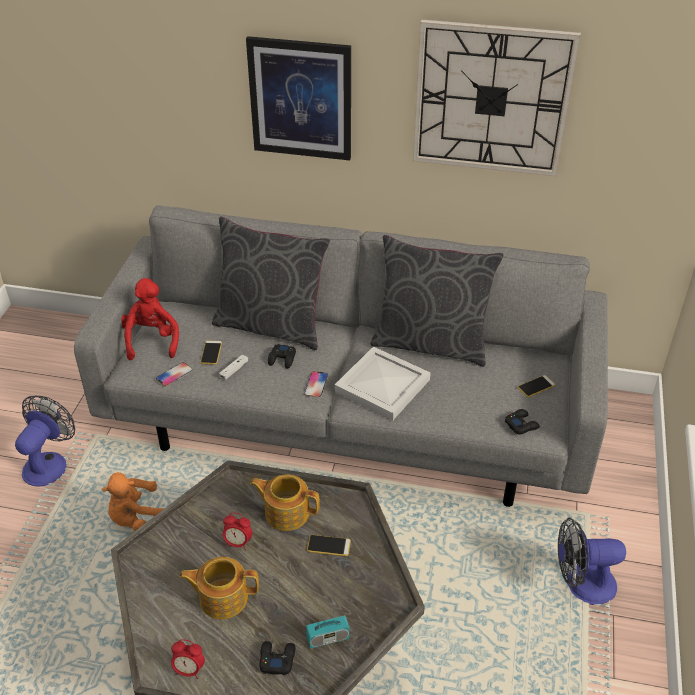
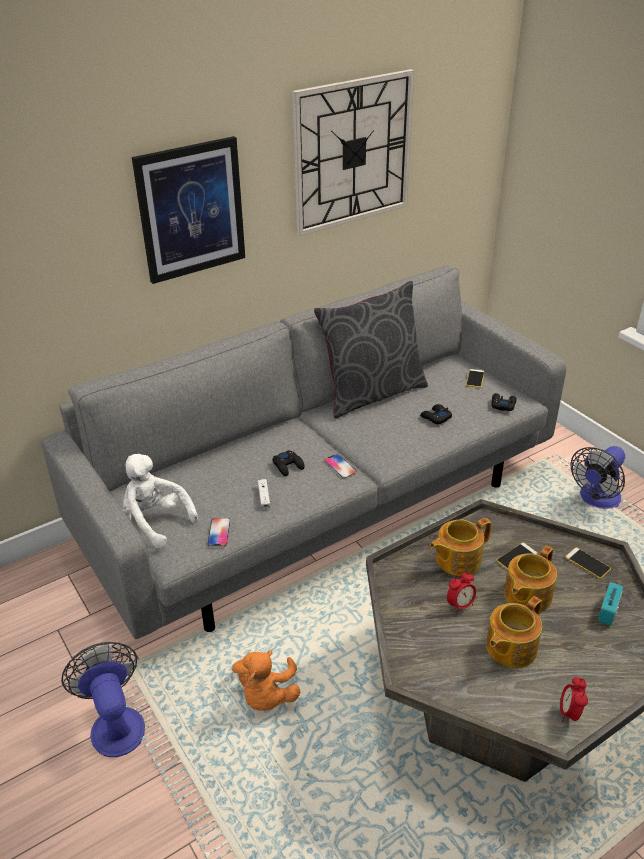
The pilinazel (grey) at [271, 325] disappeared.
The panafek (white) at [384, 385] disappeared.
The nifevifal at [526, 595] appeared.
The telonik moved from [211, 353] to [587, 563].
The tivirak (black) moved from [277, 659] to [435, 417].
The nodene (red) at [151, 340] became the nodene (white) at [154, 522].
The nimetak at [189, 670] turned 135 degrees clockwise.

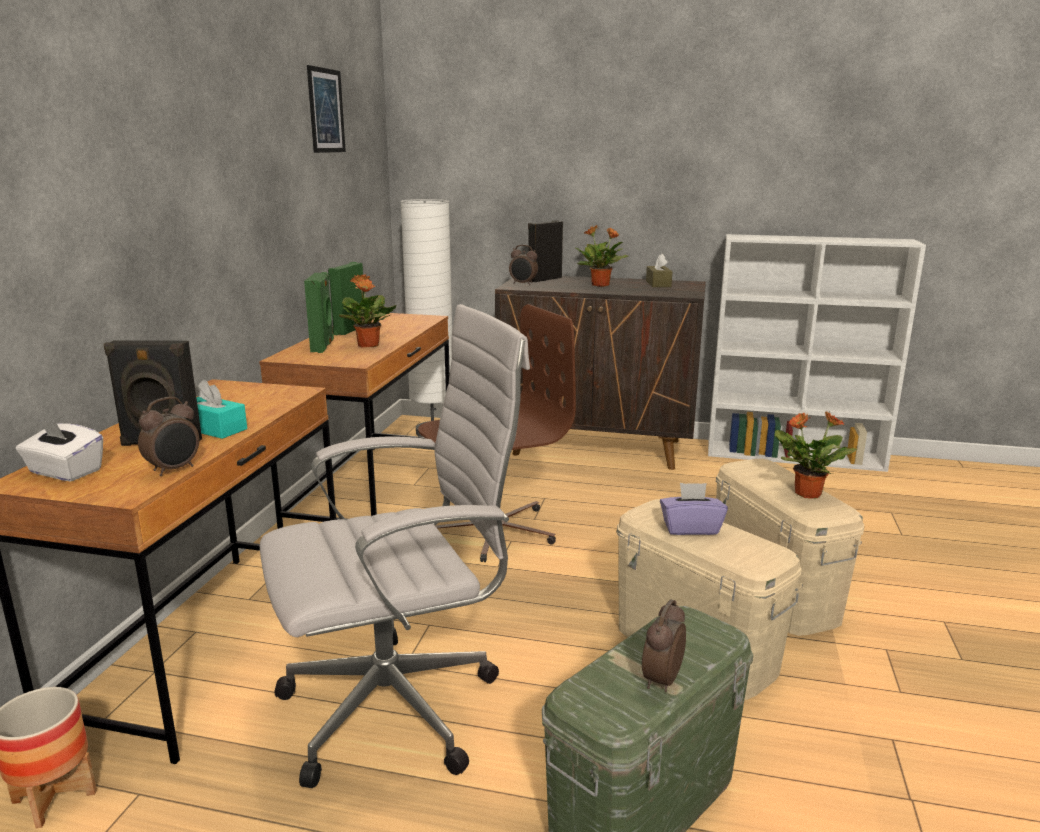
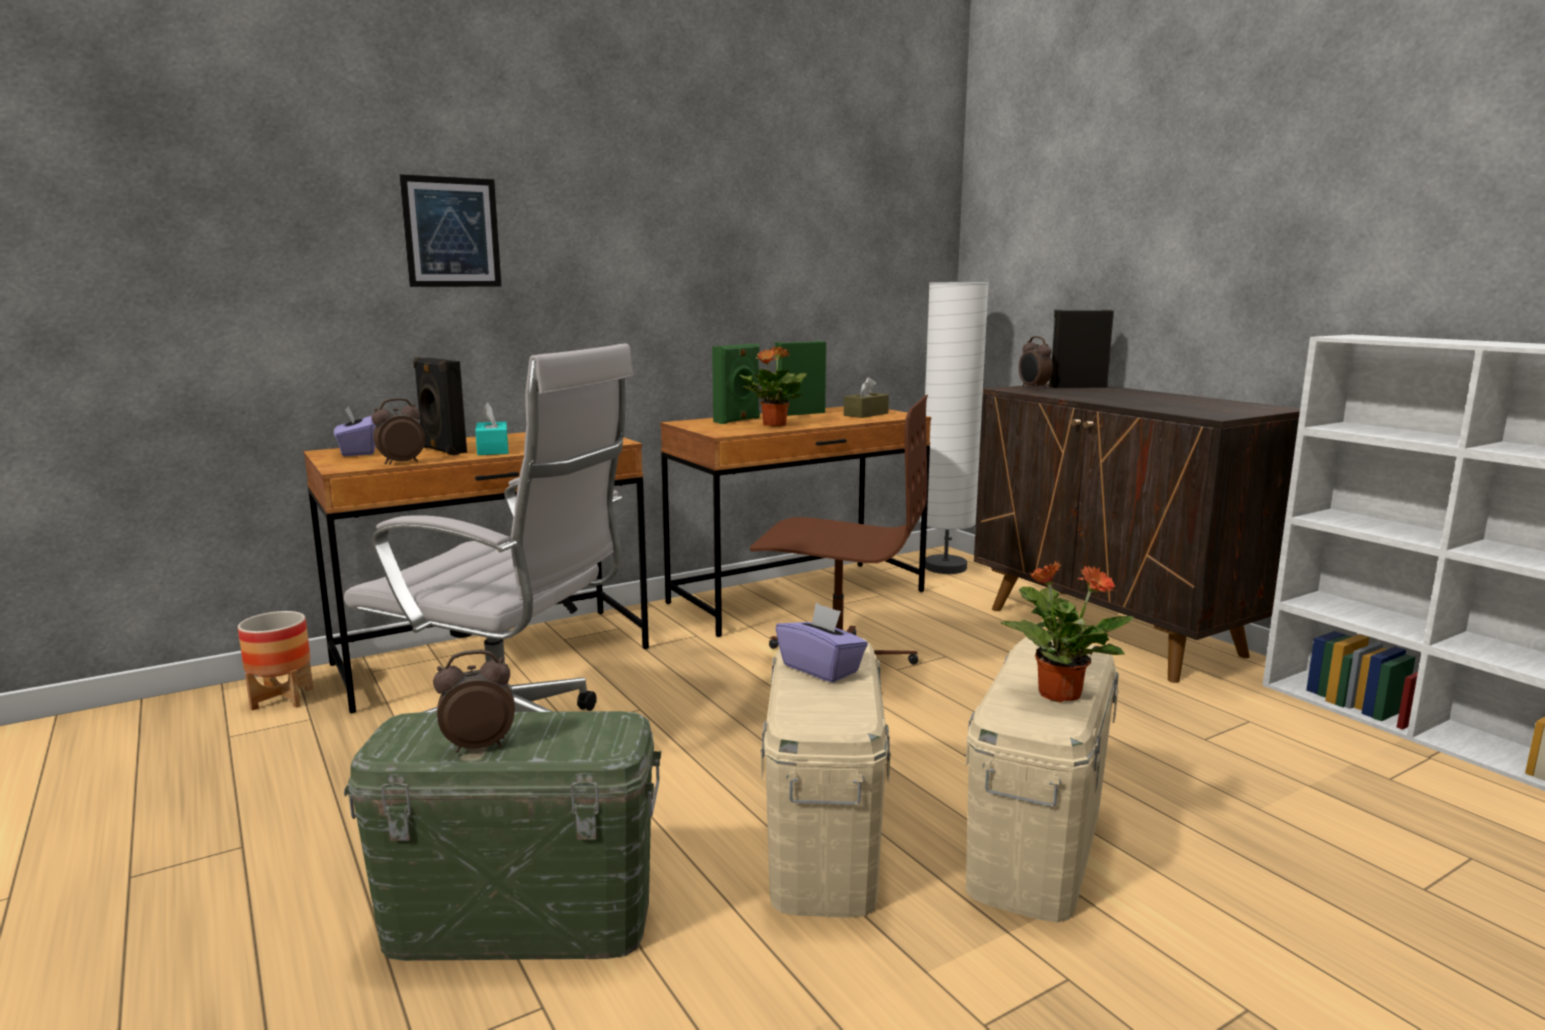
The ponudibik at [601, 285] disappeared.
The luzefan moved from [326, 110] to [452, 232].
The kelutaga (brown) moved from [658, 284] to [866, 414].
The kelutaga (white) at [65, 472] became the kelutaga (purple) at [358, 452].
The nimetak at [174, 469] turned 150 degrees clockwise.

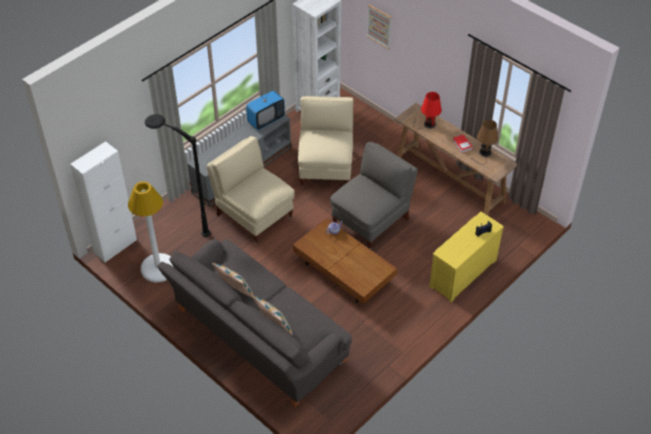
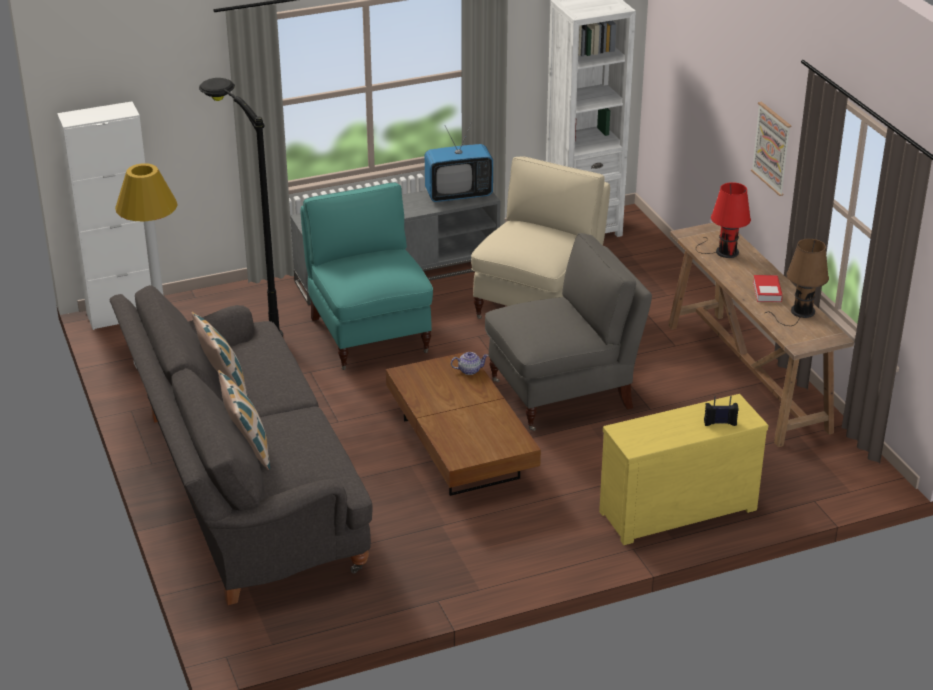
The luzefan moved from [379, 26] to [772, 148].
The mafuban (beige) at [253, 216] became the mafuban (turquoise) at [369, 334].

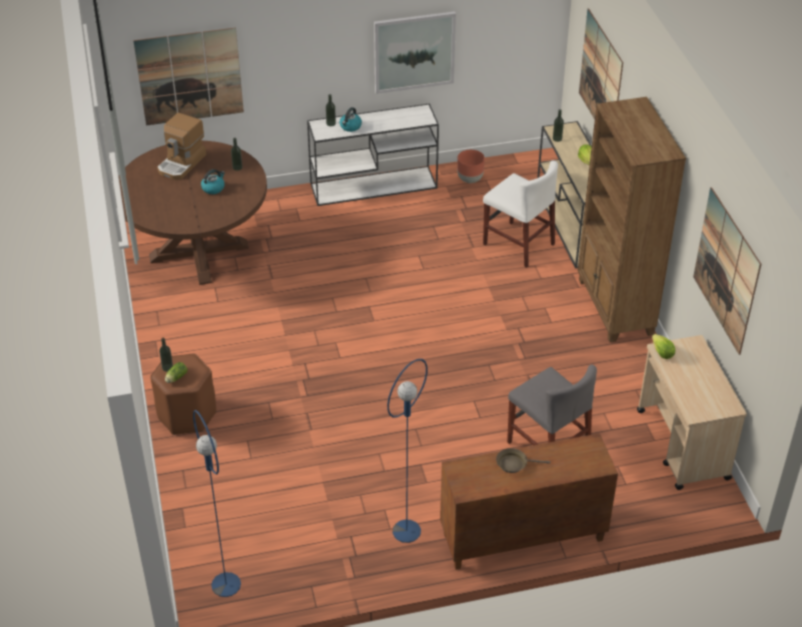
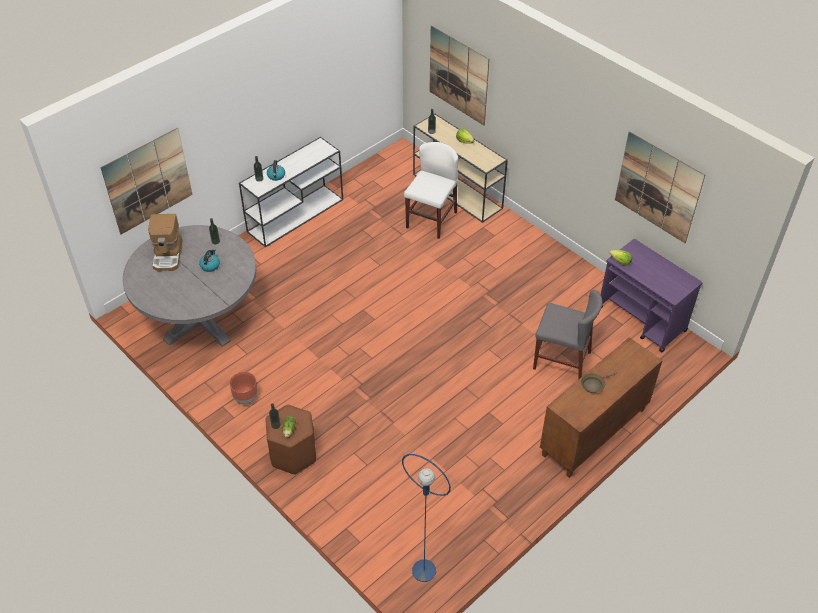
The luzefan at [414, 52] disappeared.
The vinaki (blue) at [406, 531] disappeared.
The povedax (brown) at [615, 307] disappeared.
The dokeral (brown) moved from [469, 179] to [245, 398].
The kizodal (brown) at [199, 251] became the kizodal (grey) at [201, 320].
The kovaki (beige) at [683, 445] became the kovaki (purple) at [642, 320].
The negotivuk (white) at [518, 244] turned 75 degrees counterclockwise.

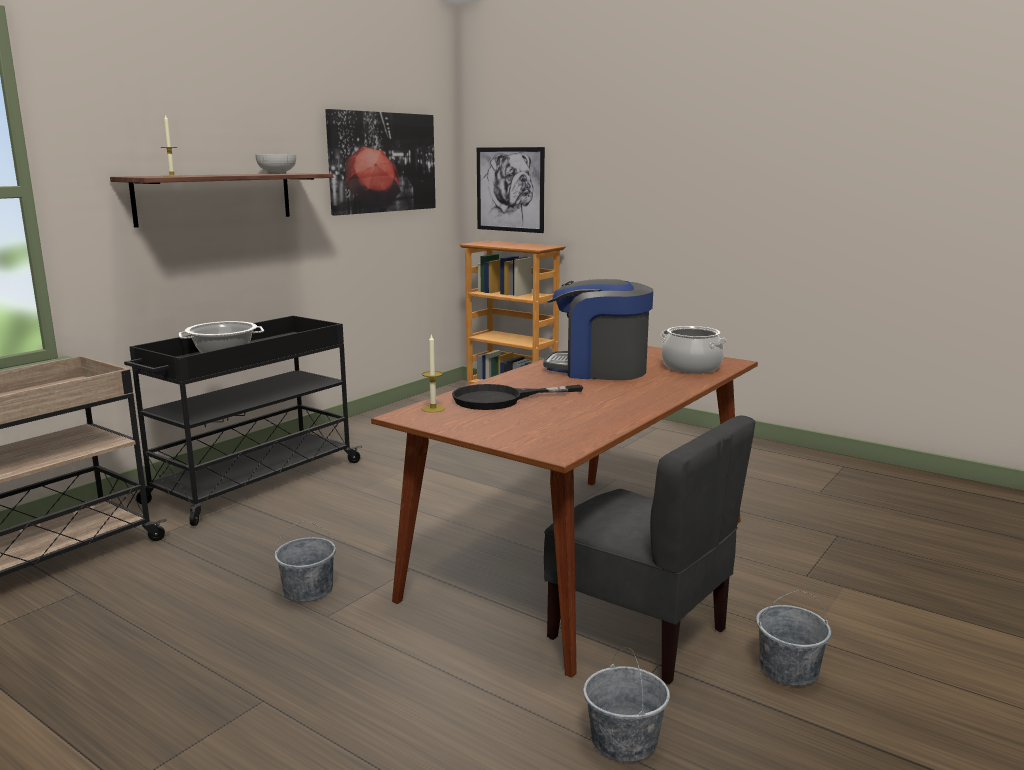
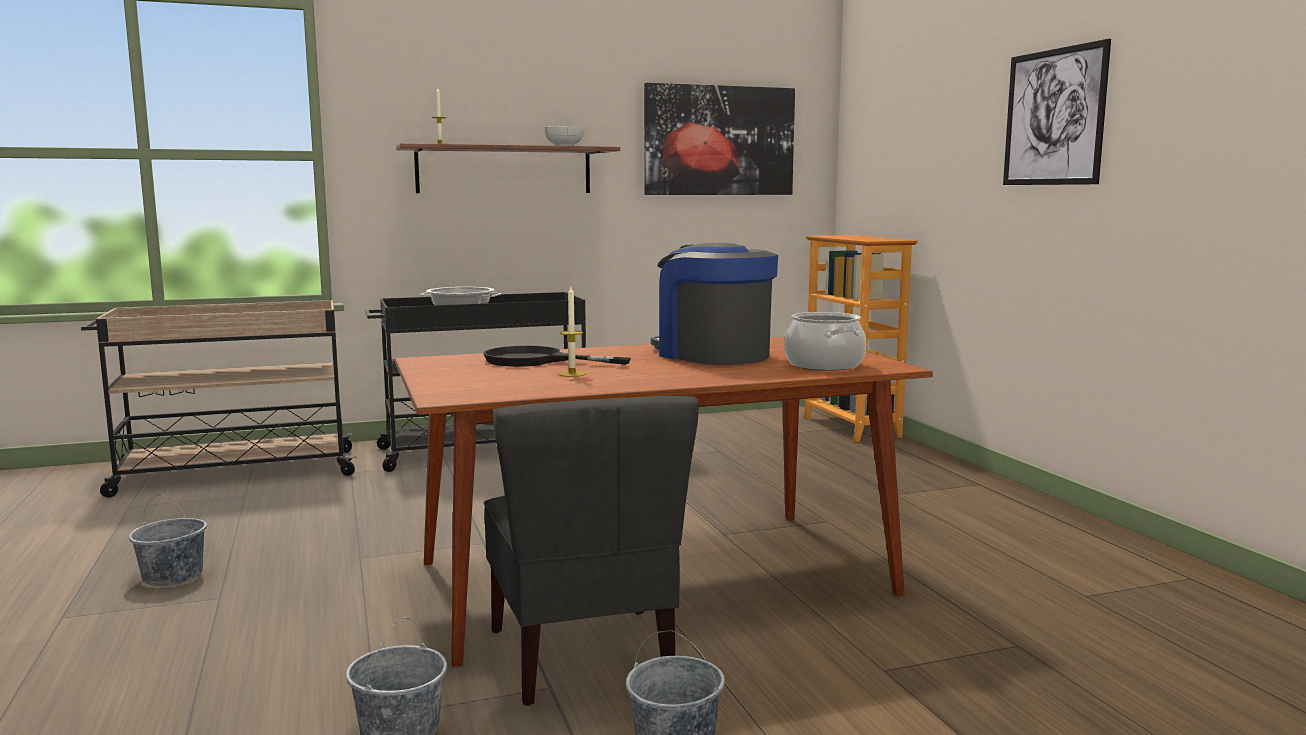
The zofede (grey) moved from [308, 590] to [173, 576].
The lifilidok moved from [433, 408] to [572, 374].
The luzefan moved from [510, 189] to [1054, 117].

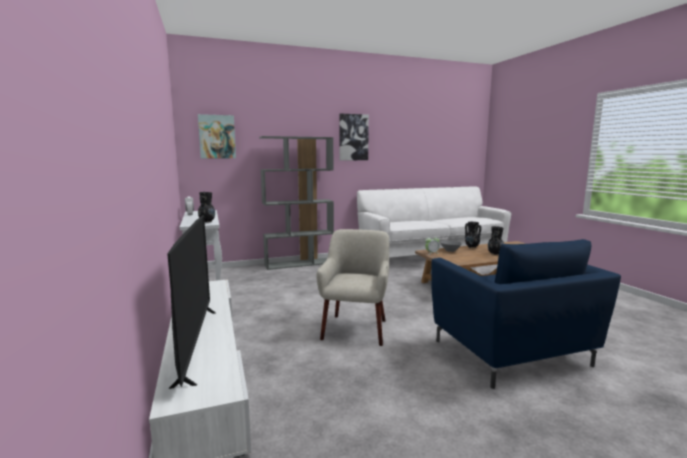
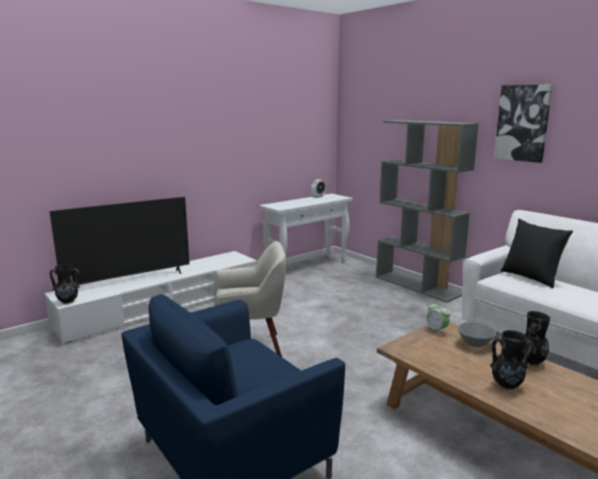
The luzefan at [217, 137] disappeared.
The pilinazel (black) at [531, 277] appeared.
The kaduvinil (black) moved from [207, 222] to [68, 301].

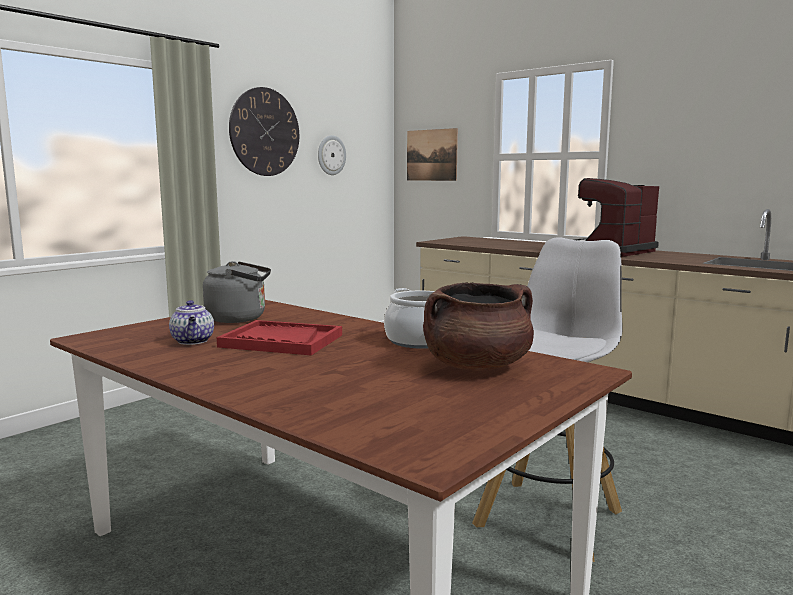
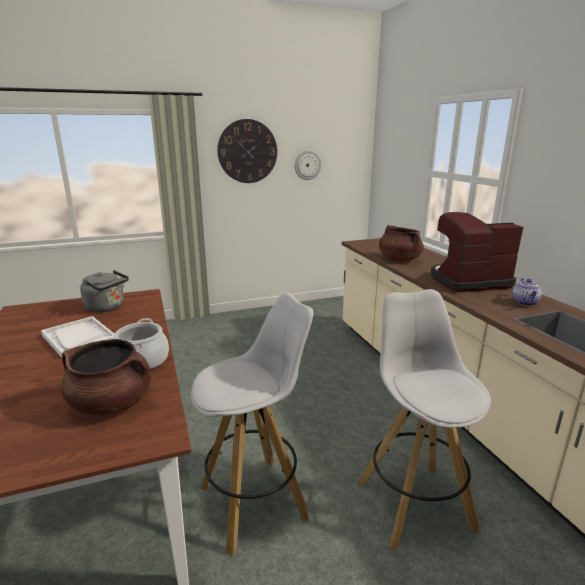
The luzefan at [431, 155] disappeared.
The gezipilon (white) at [413, 502] appeared.
The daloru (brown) at [399, 259] appeared.
The nifevifal moved from [193, 341] to [525, 303].
The panafek (red) at [281, 341] became the panafek (white) at [79, 338].

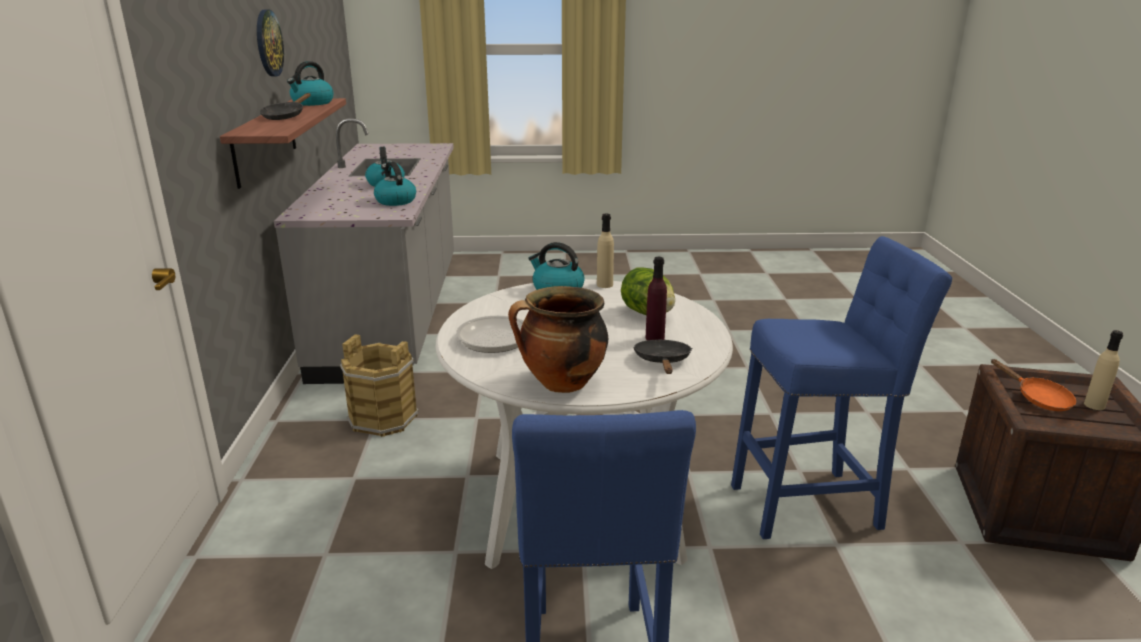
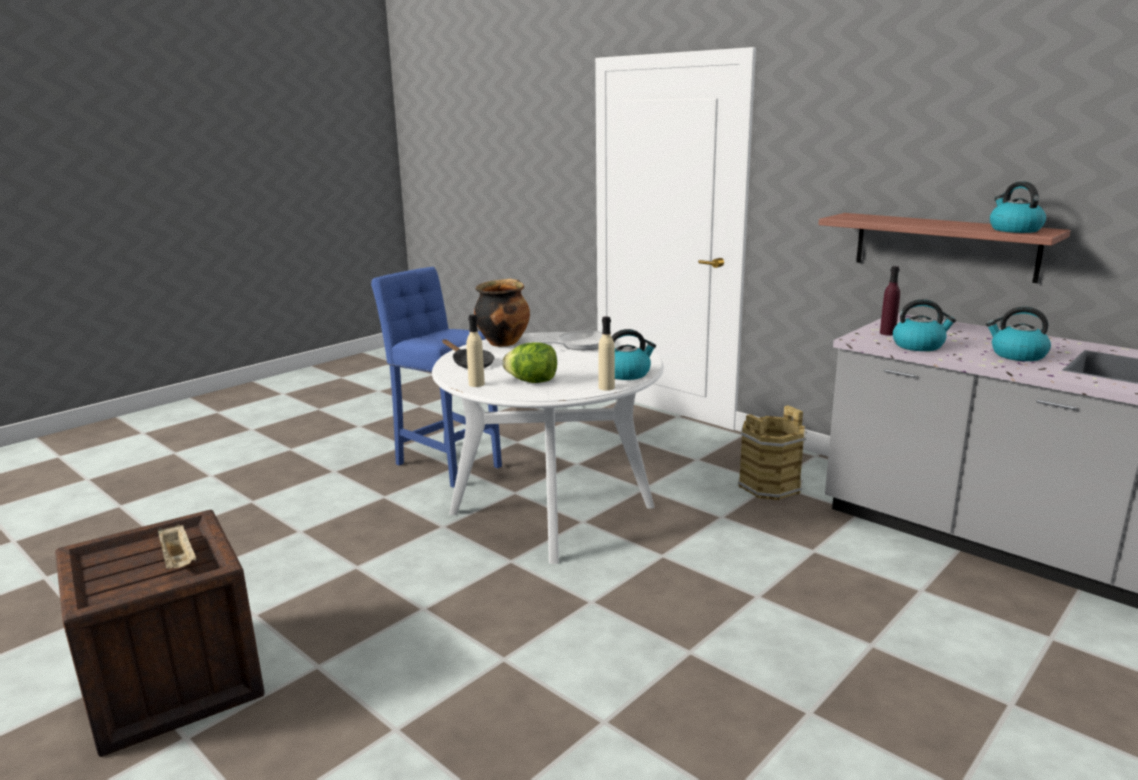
The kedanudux at [268, 43] disappeared.
The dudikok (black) at [285, 116] disappeared.
The gezipilon (blue) at [812, 505] disappeared.
The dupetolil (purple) moved from [654, 338] to [887, 333].
The dupetolil (beige) moved from [1094, 405] to [476, 384].
The dudikok (orange) at [1038, 398] was replaced by the panafek (beige) at [179, 560].

